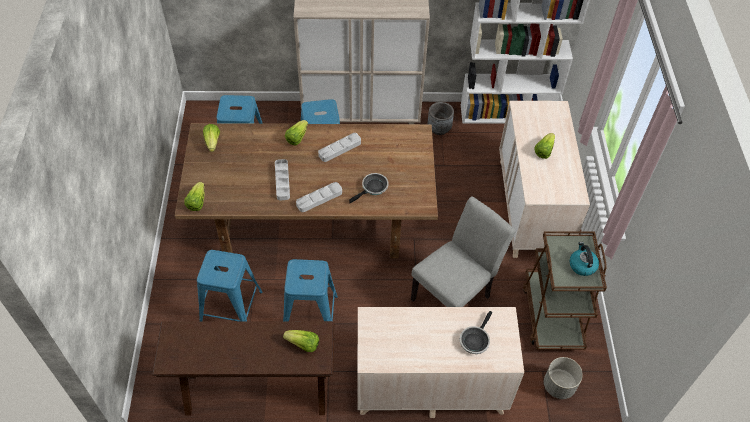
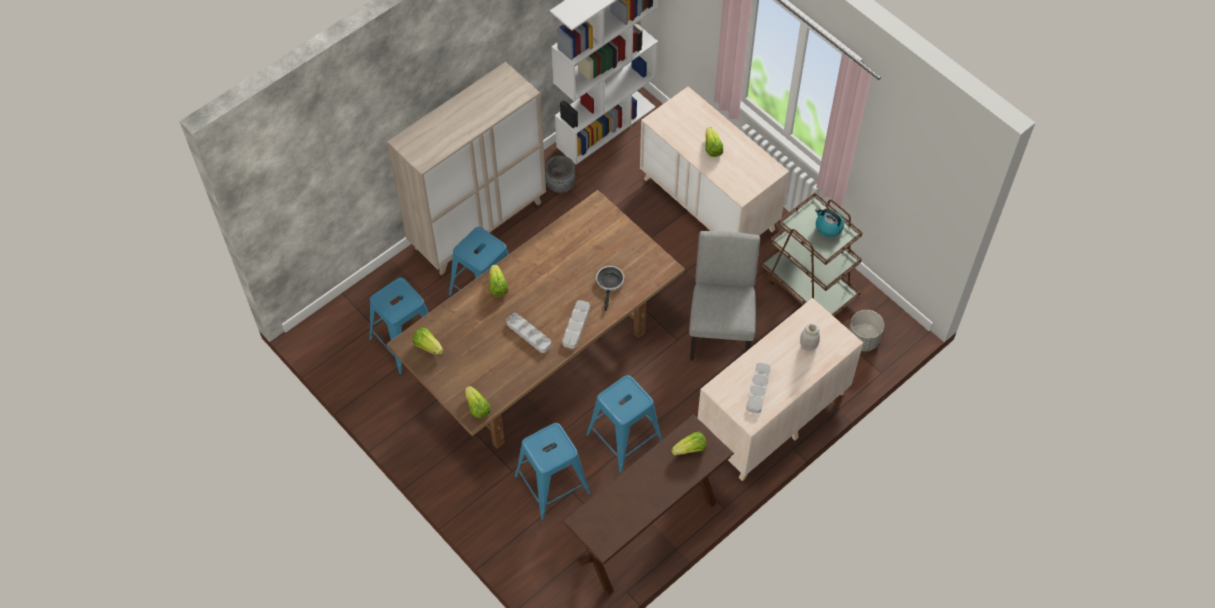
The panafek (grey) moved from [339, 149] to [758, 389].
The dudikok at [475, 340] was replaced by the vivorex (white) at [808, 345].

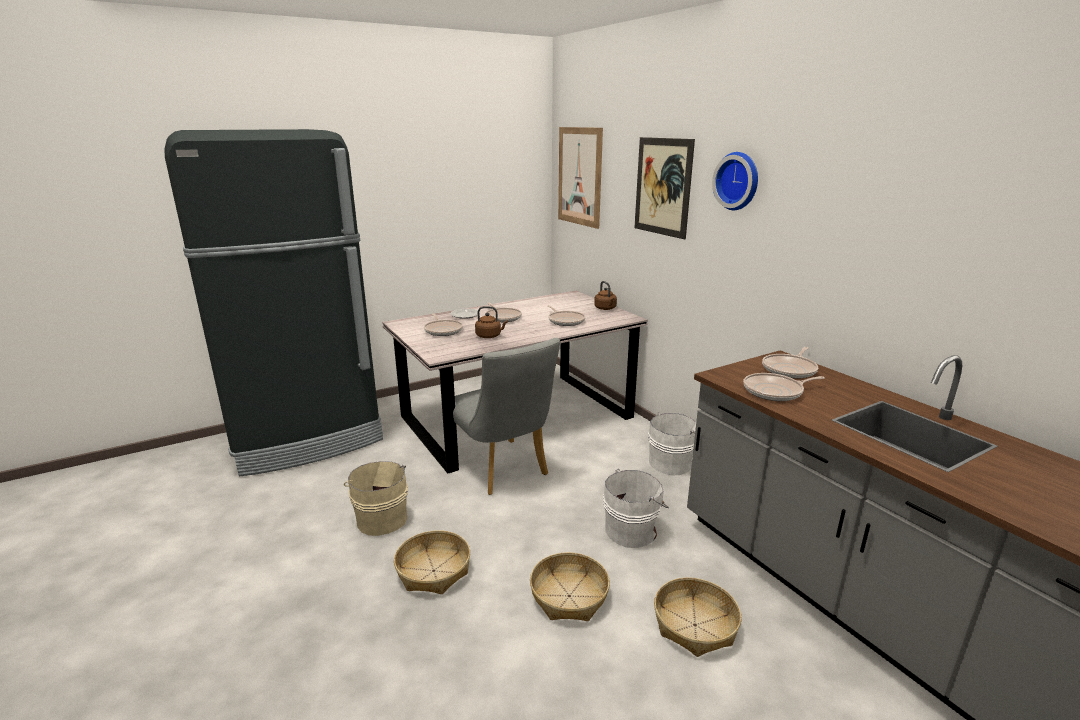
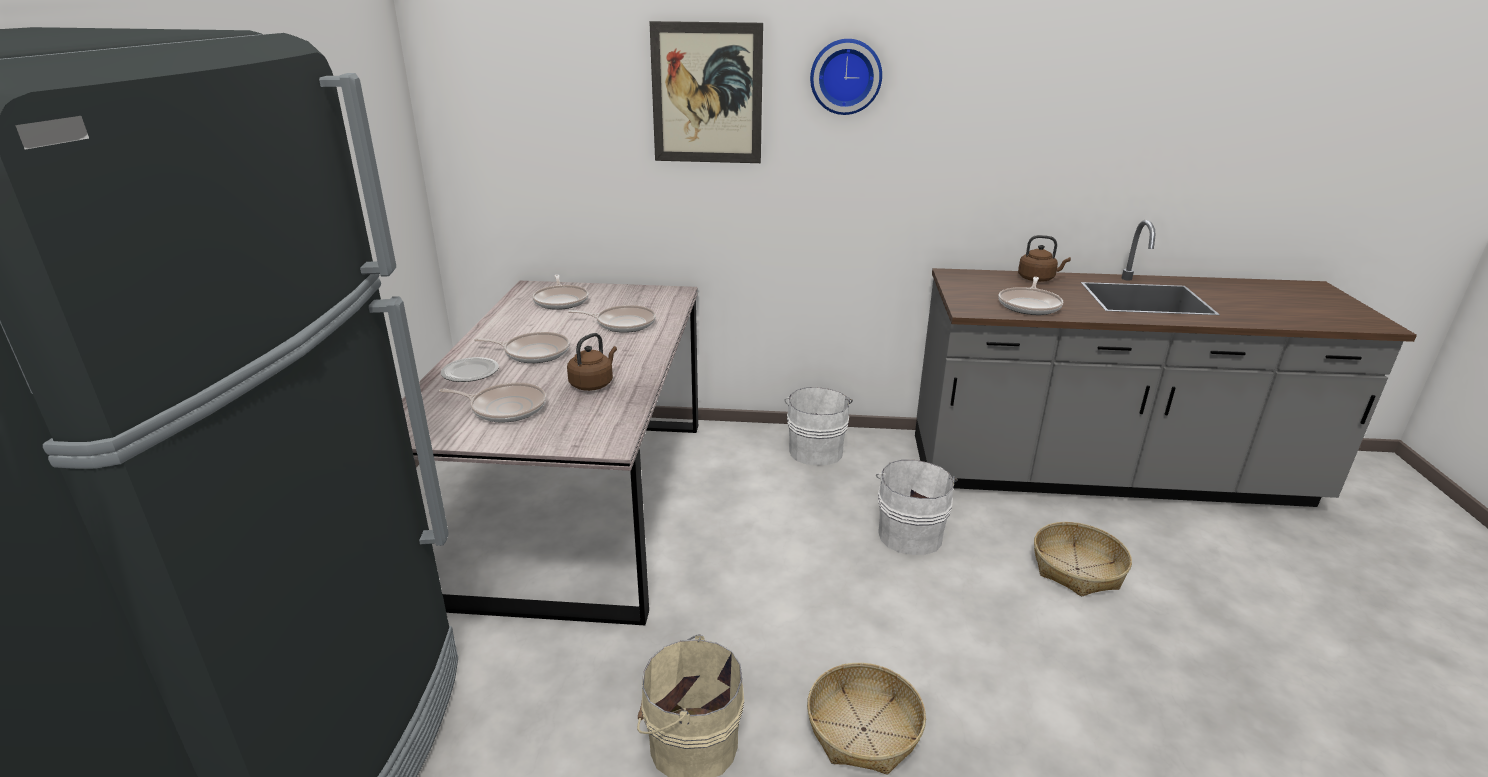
The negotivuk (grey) at [503, 470] disappeared.
The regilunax at [569, 596] disappeared.
The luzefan at [579, 176] disappeared.
The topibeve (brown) moved from [605, 308] to [1038, 279].
The dudikok moved from [790, 369] to [561, 300].

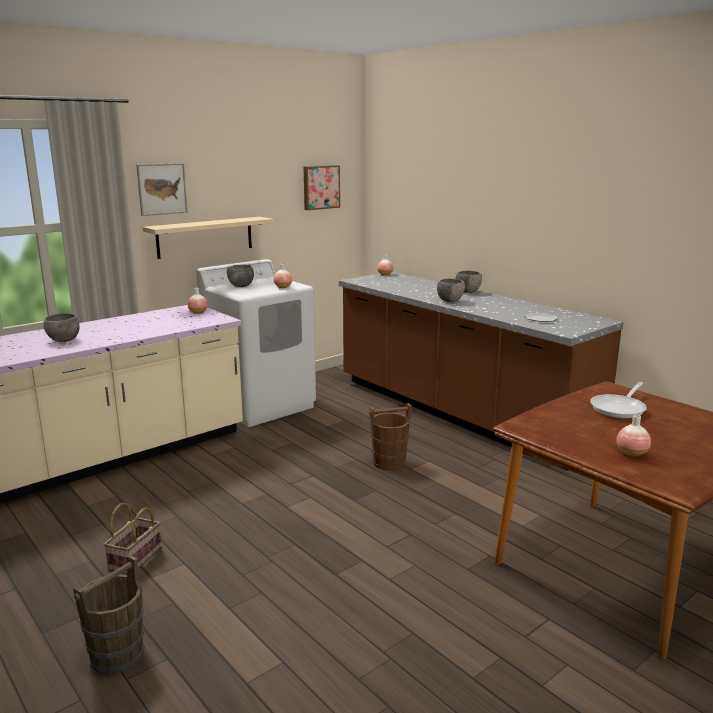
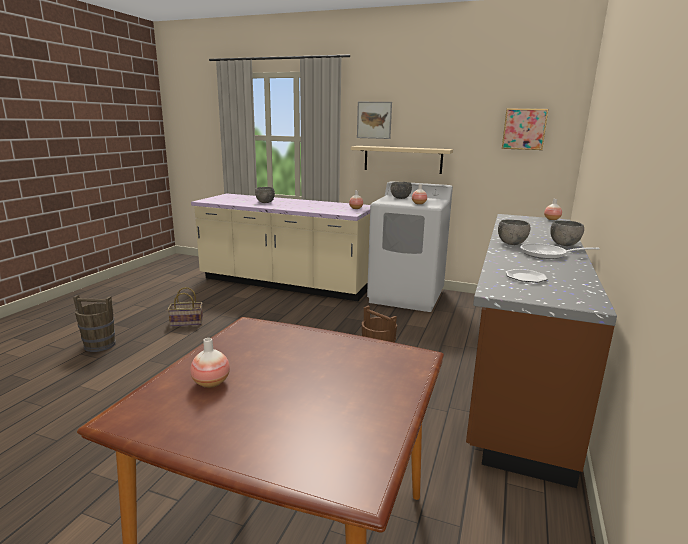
The dudikok moved from [620, 408] to [547, 254].

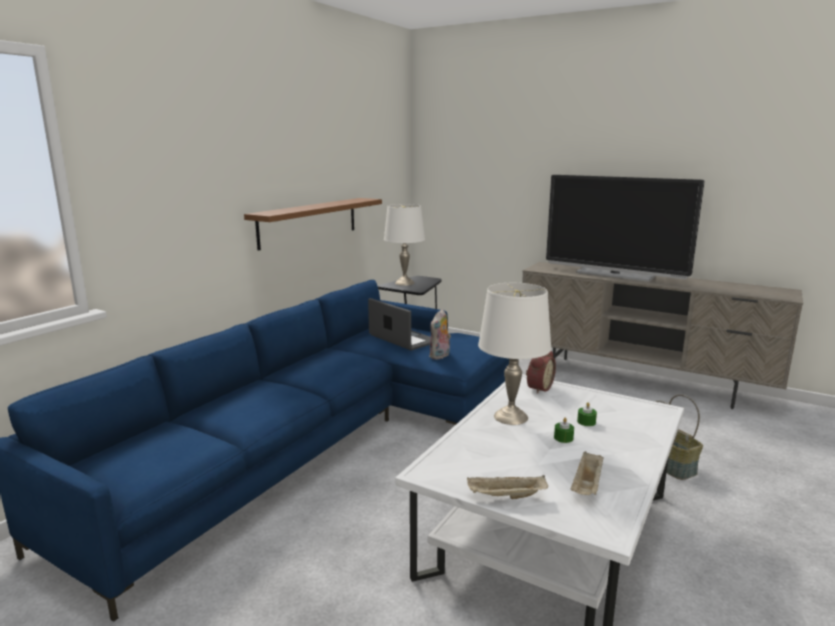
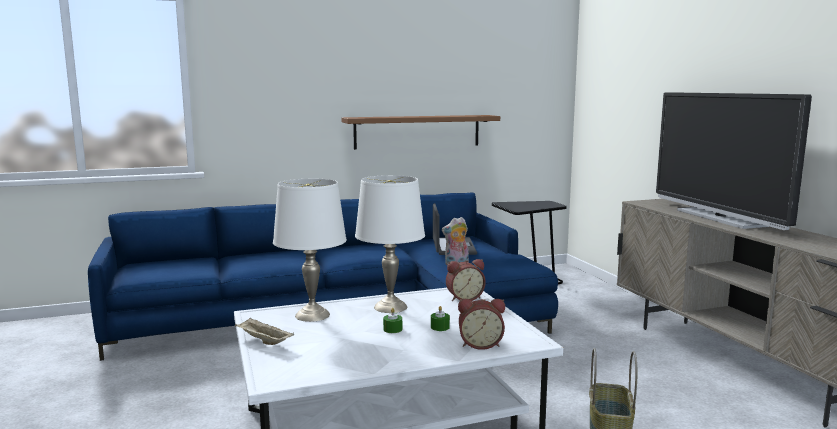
The panafek (beige) at [587, 485] disappeared.
The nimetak at [480, 344] appeared.
The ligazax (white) moved from [404, 283] to [312, 315].

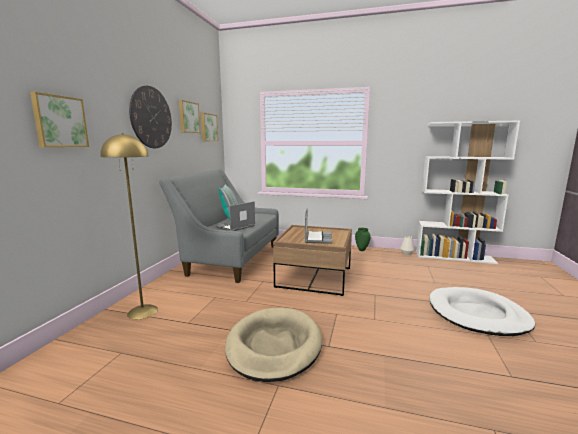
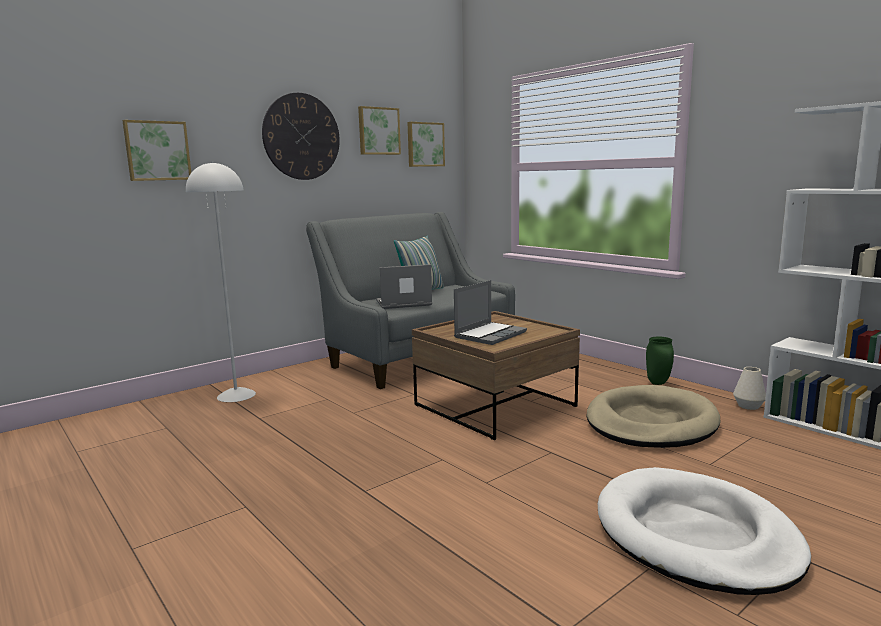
The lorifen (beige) moved from [274, 346] to [650, 423].
The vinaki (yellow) at [142, 311] became the vinaki (white) at [236, 395].

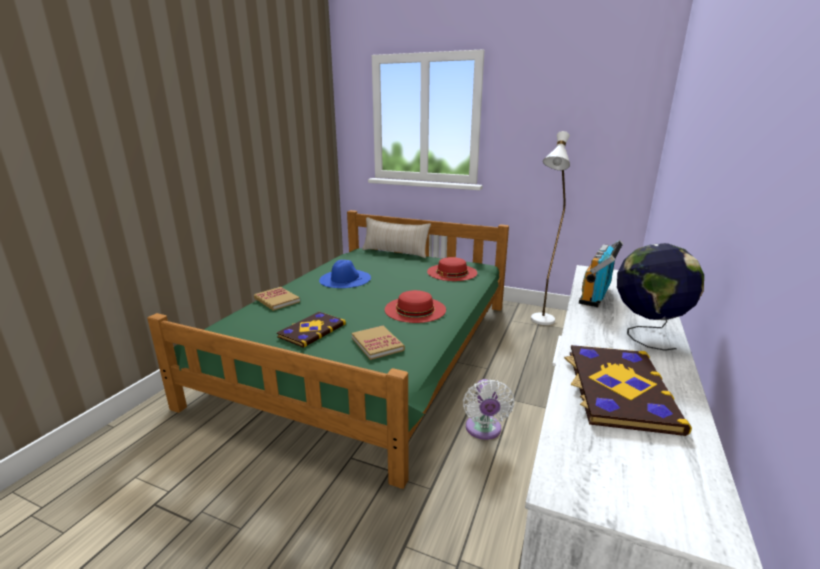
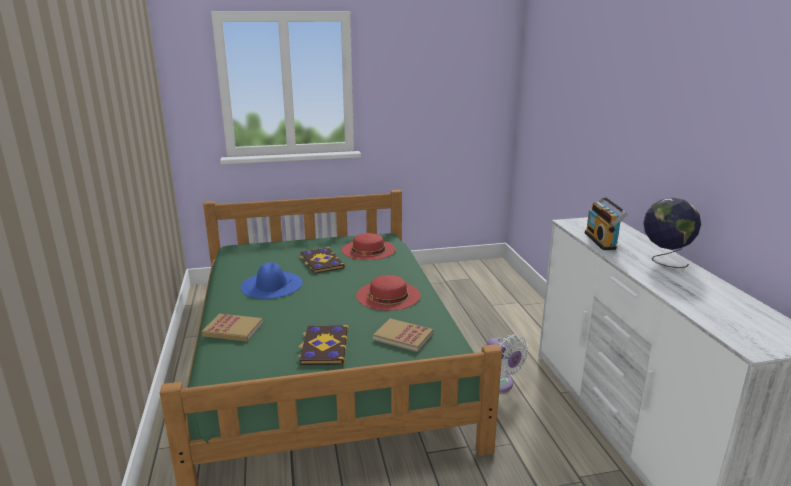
The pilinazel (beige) at [395, 252] disappeared.
The vinaki (white) at [541, 323] disappeared.
The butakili moved from [617, 389] to [321, 262].

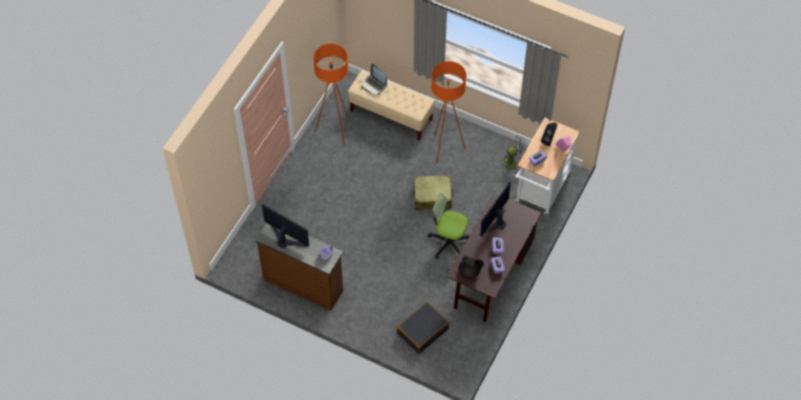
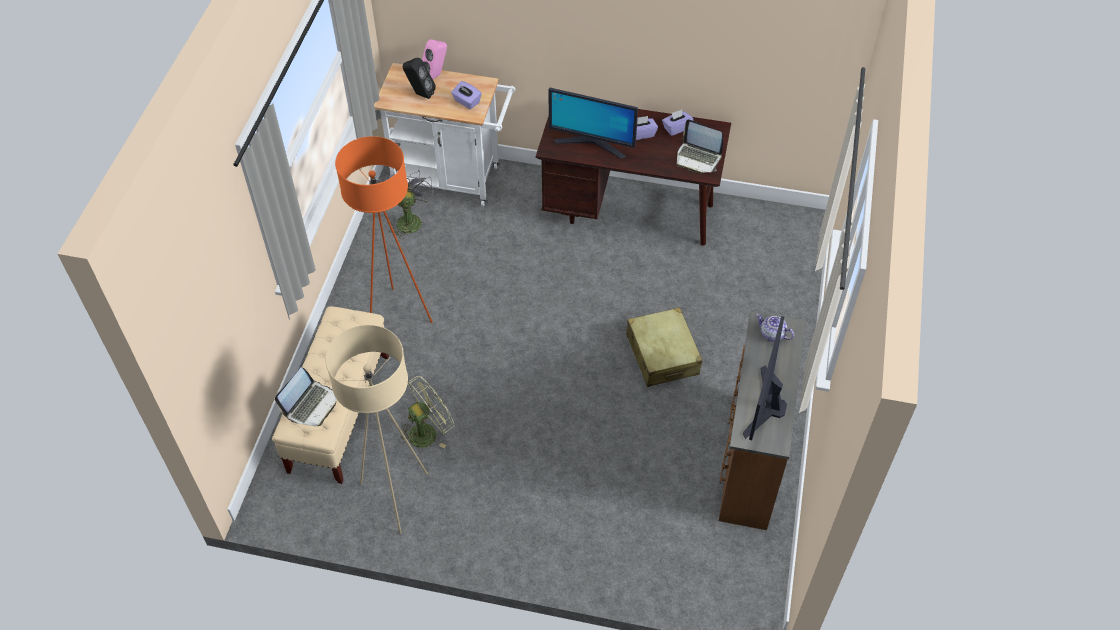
The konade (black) at [422, 331] disappeared.
The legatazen at [448, 242] disappeared.
The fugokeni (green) at [427, 431] appeared.
The konade (beige) moved from [433, 196] to [662, 354].
The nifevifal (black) at [470, 271] was replaced by the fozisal at [698, 158].
The vinaki (orange) at [335, 131] became the vinaki (beige) at [396, 497].

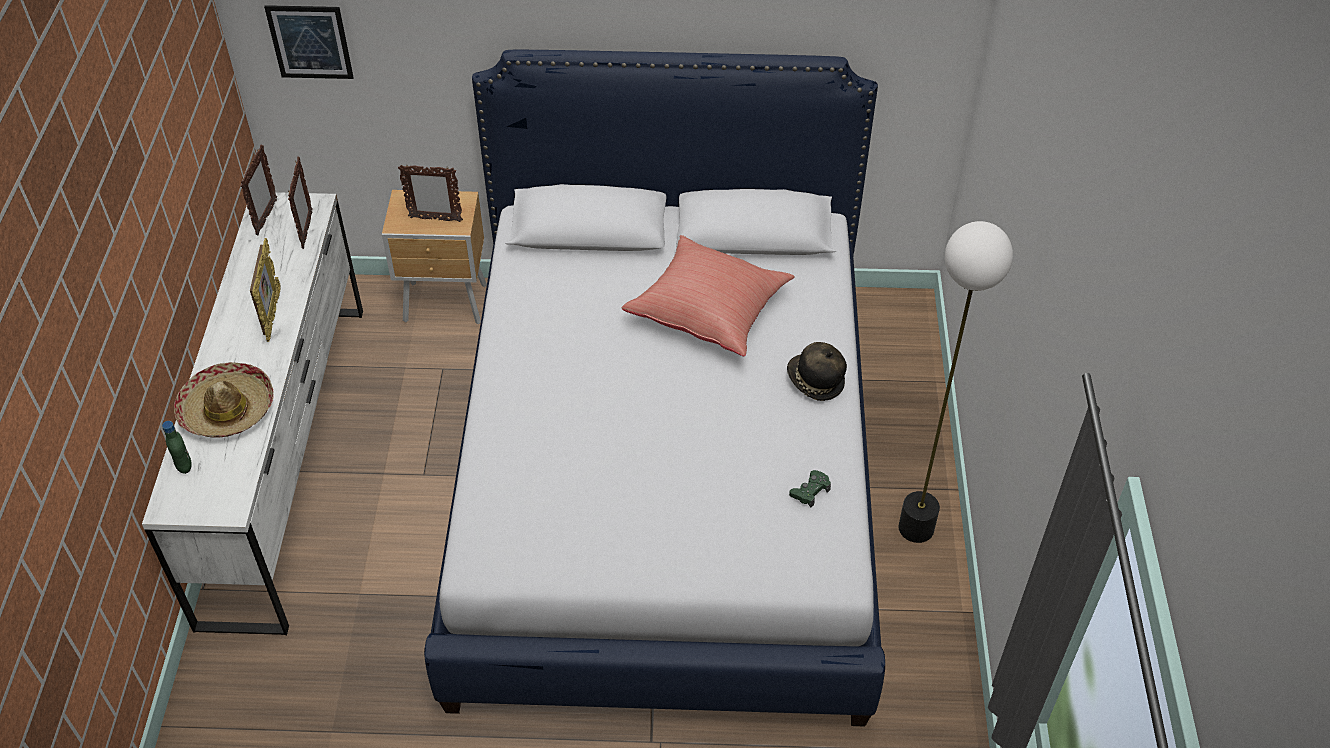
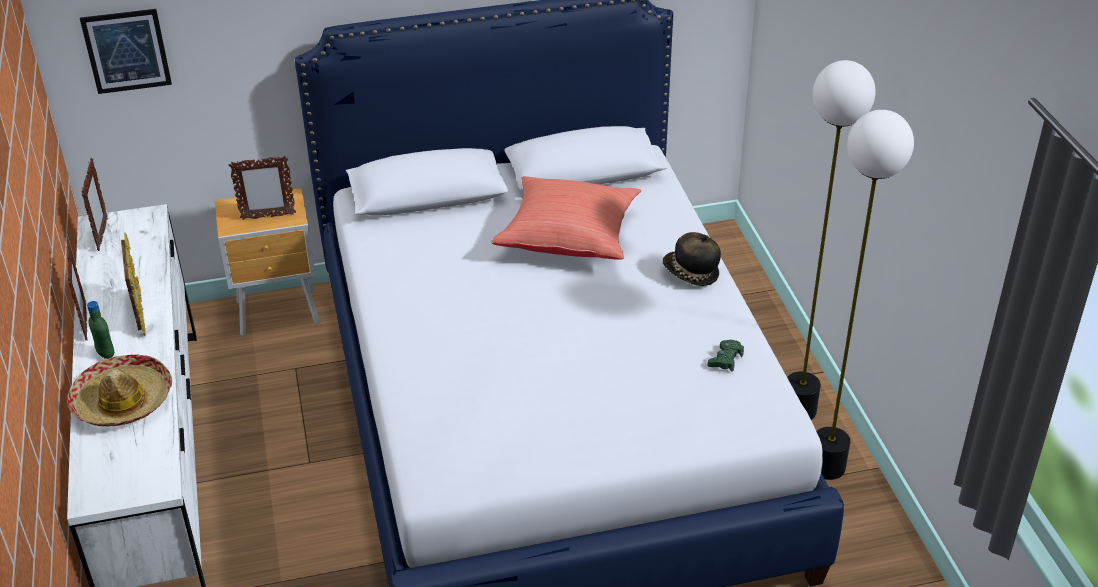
The vinaki at [828, 466] appeared.
The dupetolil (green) moved from [184, 466] to [106, 353].
The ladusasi moved from [307, 230] to [85, 322].

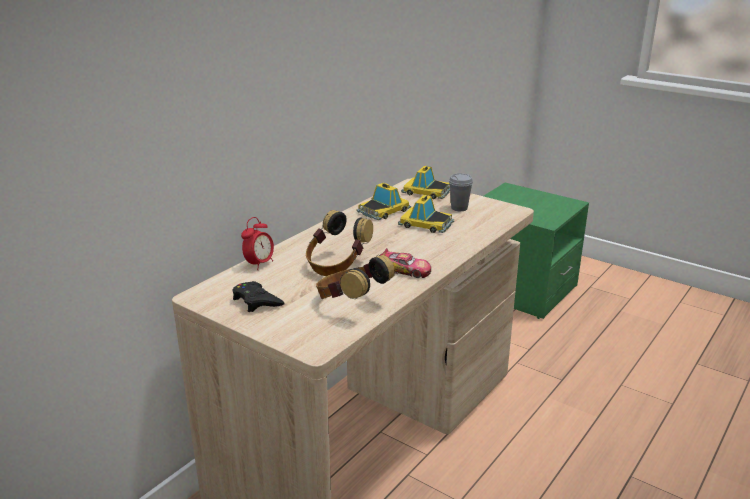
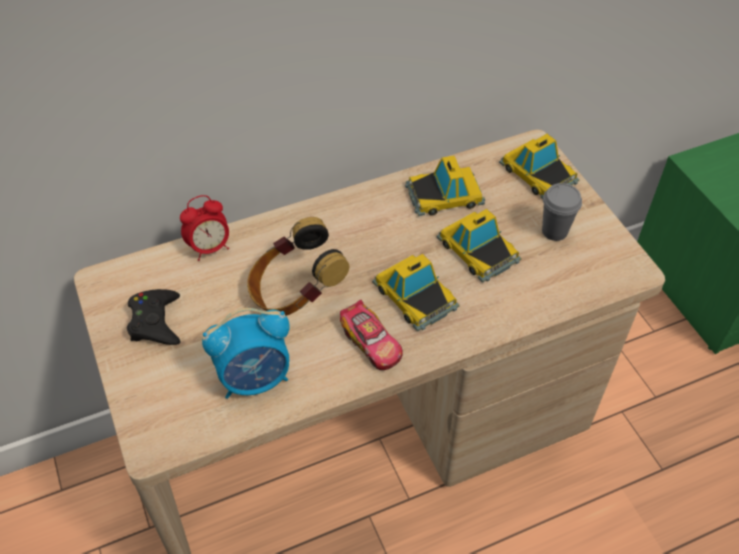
The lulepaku at [415, 295] appeared.
The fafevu at [351, 303] was replaced by the nimetak at [255, 378].

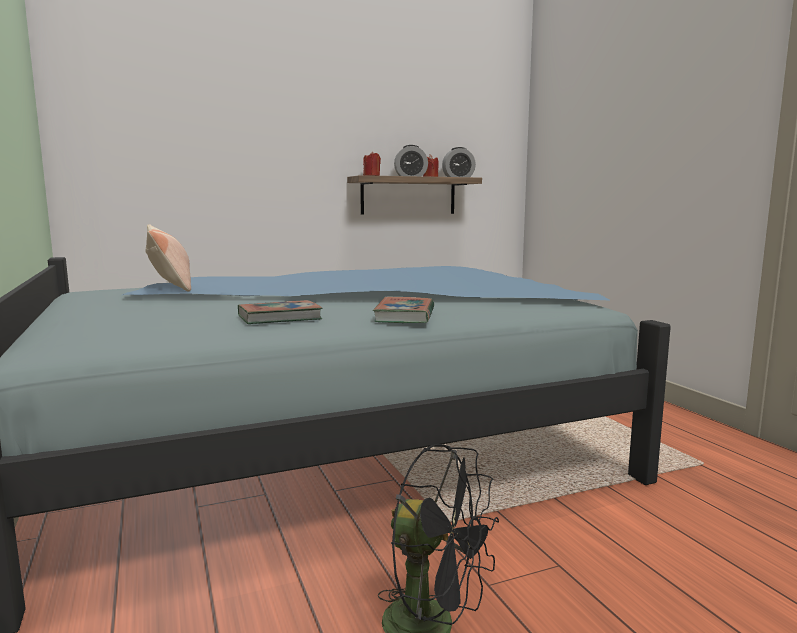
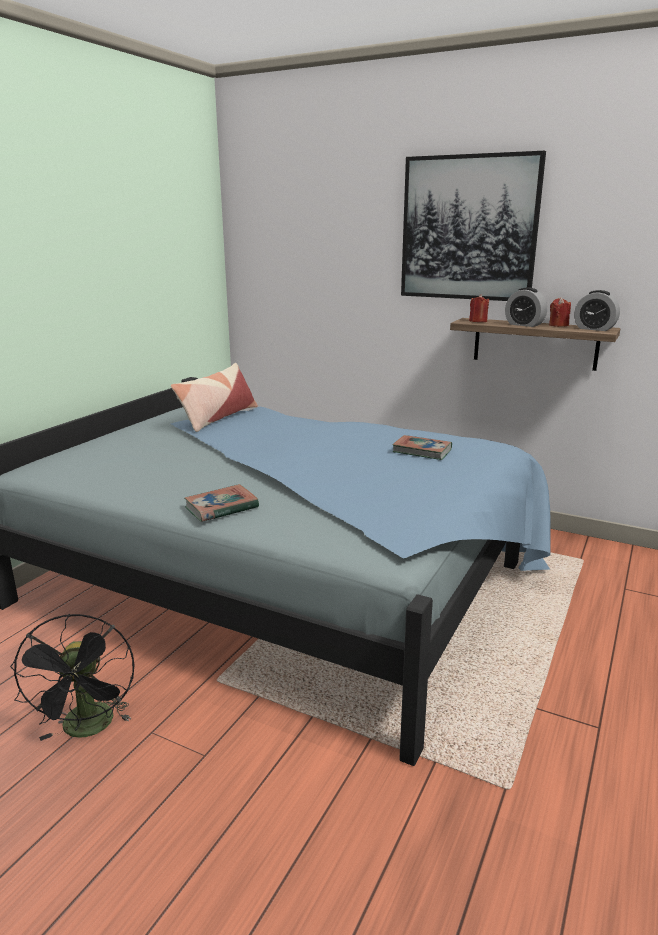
The luzefan at [468, 228] appeared.
The butakili moved from [279, 318] to [422, 451].

